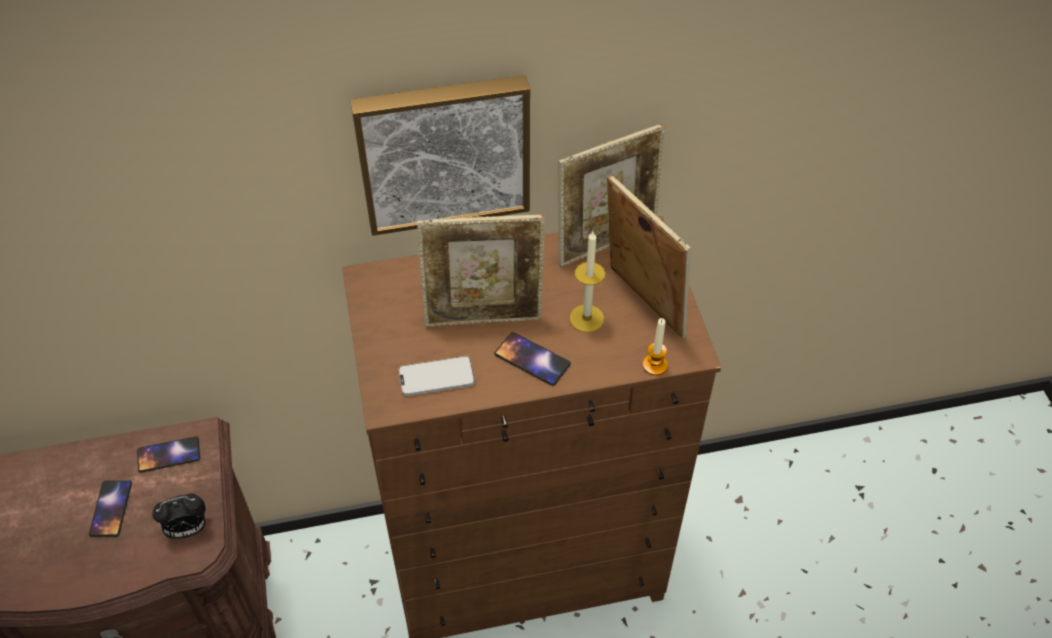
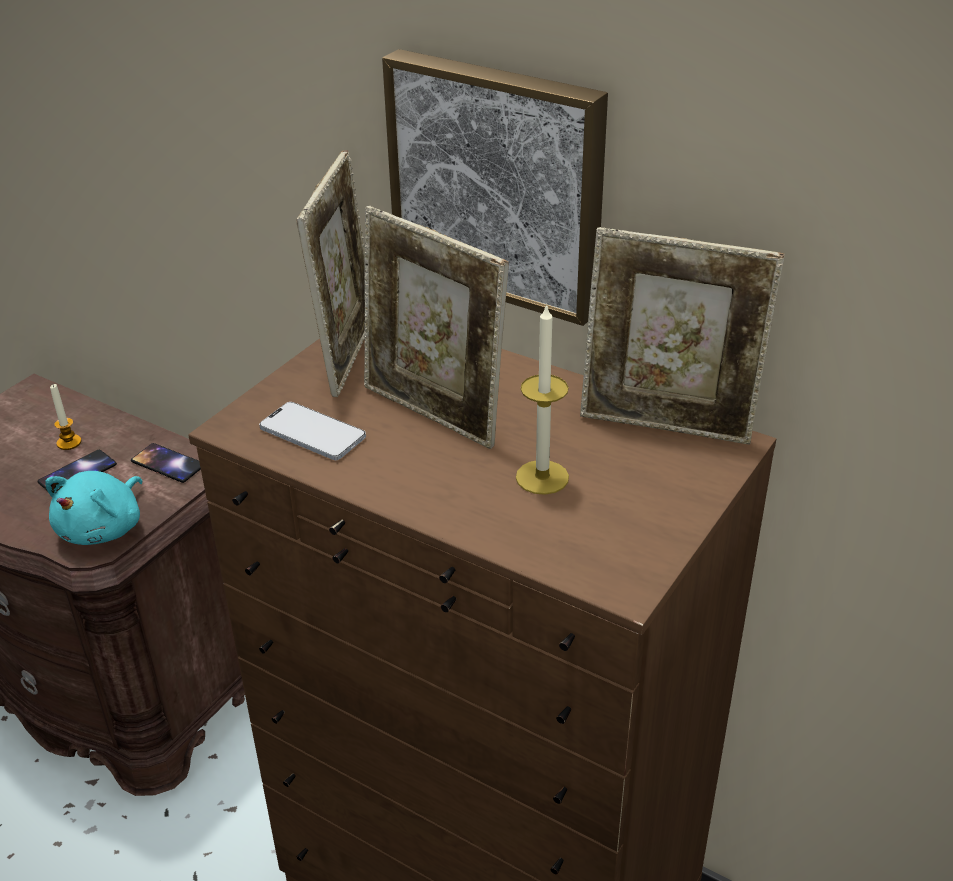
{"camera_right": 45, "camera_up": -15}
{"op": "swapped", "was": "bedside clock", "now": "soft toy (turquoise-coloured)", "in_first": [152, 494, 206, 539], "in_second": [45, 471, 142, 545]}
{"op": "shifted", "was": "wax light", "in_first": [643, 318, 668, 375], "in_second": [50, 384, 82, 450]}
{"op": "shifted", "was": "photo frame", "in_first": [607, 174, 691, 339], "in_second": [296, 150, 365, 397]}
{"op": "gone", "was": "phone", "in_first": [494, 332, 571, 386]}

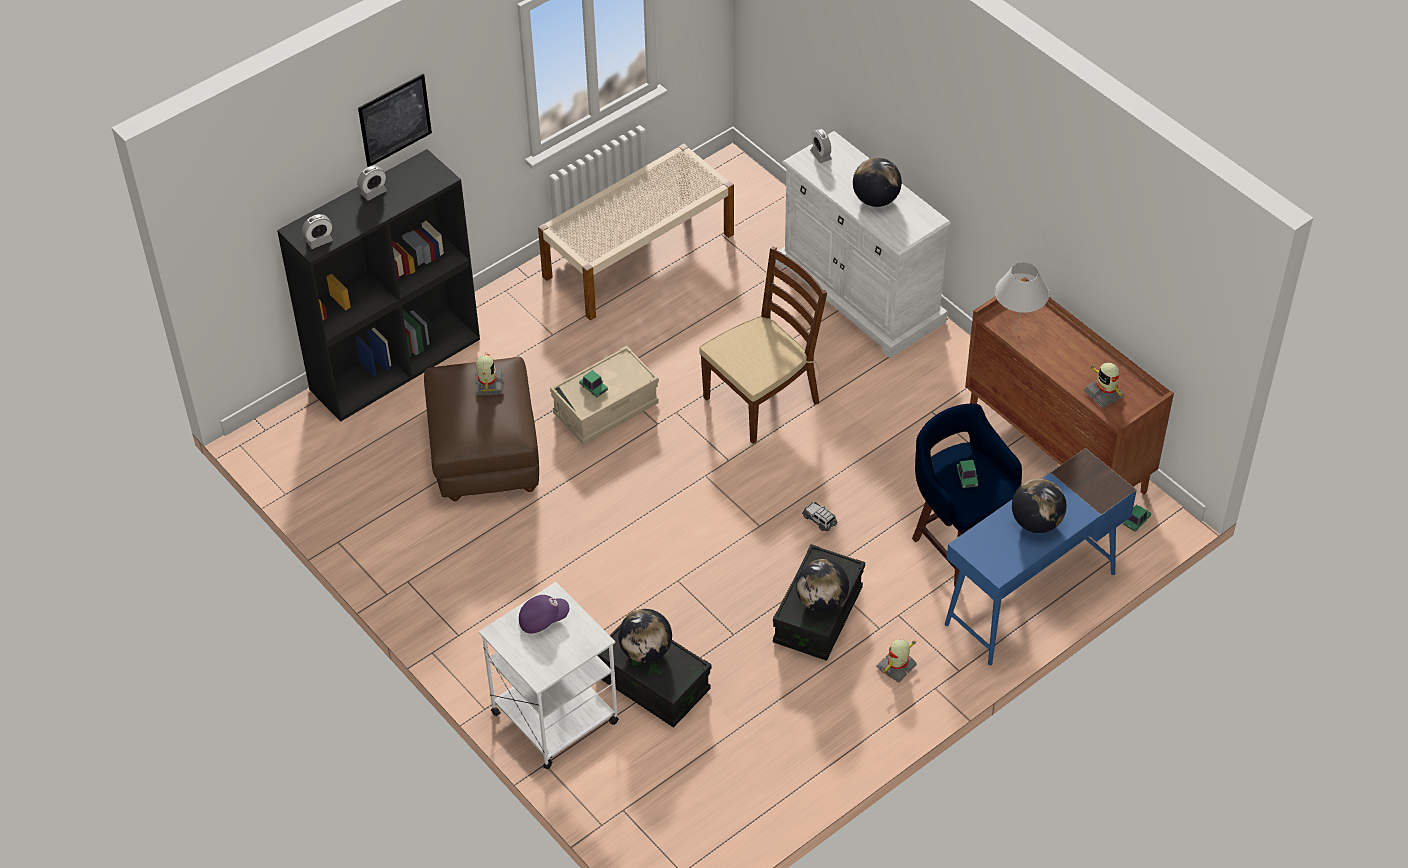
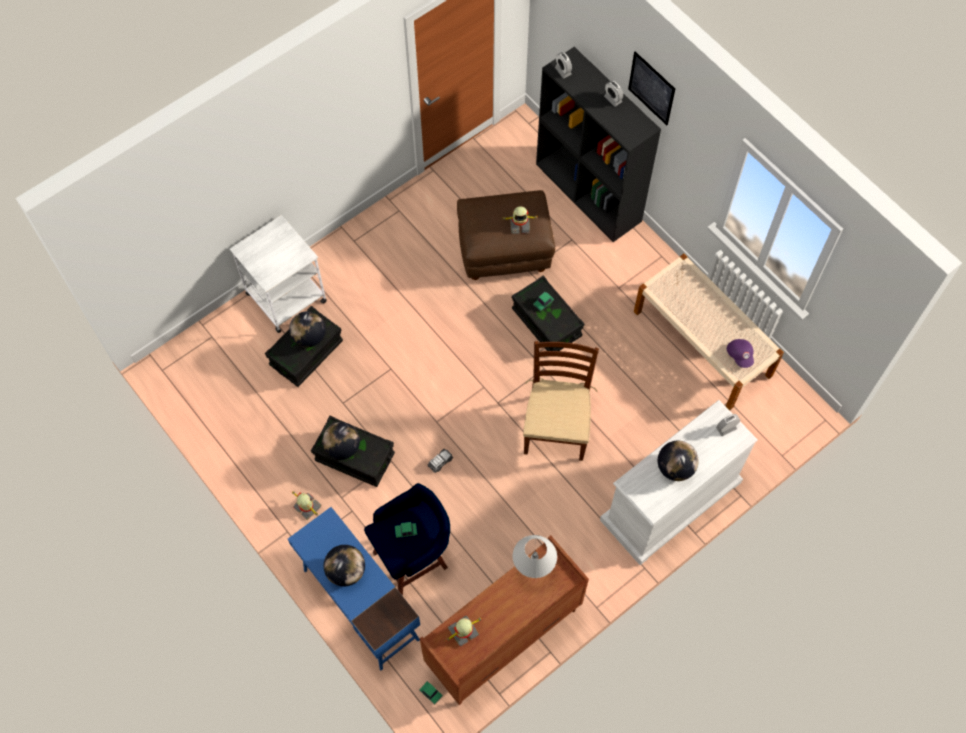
{"camera_right": 90, "camera_up": 15}
{"op": "repainted", "was": "storage container (beige)", "now": "storage container (black)", "in_first": [550, 346, 659, 445], "in_second": [512, 276, 584, 351]}
{"op": "rotated", "was": "plain chair (brown)", "in_first": [699, 246, 827, 444], "in_second": [523, 341, 599, 461], "clockwise": -135}
{"op": "shifted", "was": "cap (purplish)", "in_first": [519, 595, 569, 633], "in_second": [727, 339, 754, 368]}

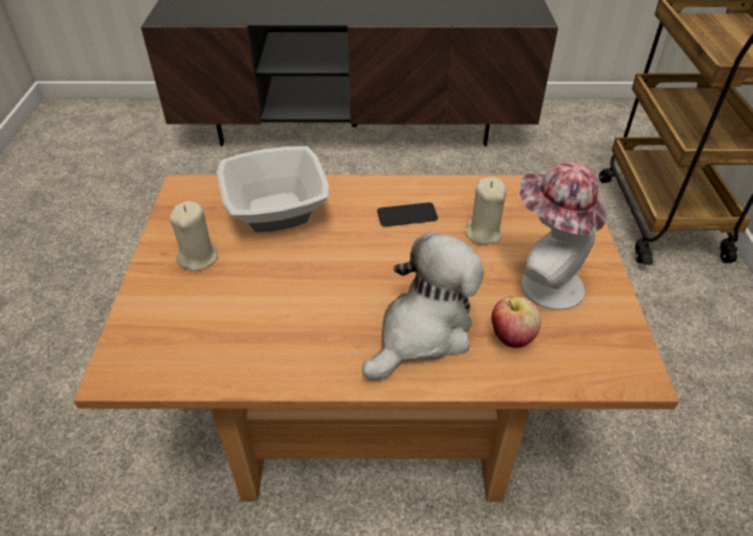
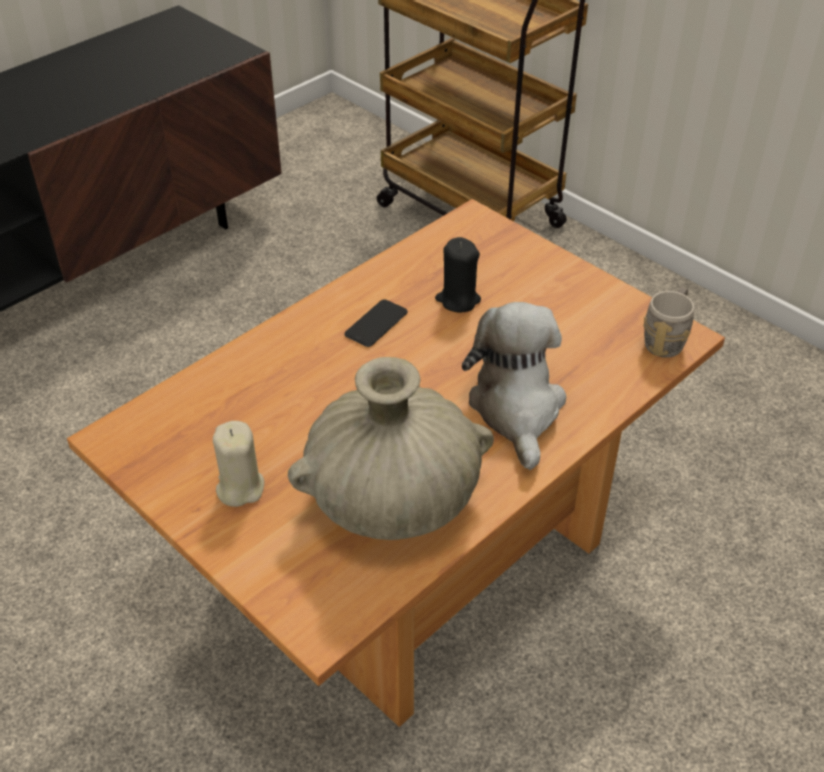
{"camera_right": -45, "camera_up": 0}
{"op": "new", "now": "flower vase (beige)", "in_second": [288, 357, 494, 540]}
{"op": "repainted", "was": "wax light (beige)", "now": "wax light (black)", "in_first": [466, 177, 506, 245], "in_second": [435, 237, 481, 313]}
{"op": "new", "now": "tea mug (greyish)", "in_second": [643, 287, 694, 358]}
{"op": "gone", "was": "serving bowl", "in_first": [217, 146, 329, 232]}
{"op": "gone", "was": "apple", "in_first": [491, 296, 541, 348]}
{"op": "gone", "was": "wearable hat", "in_first": [520, 161, 607, 310]}

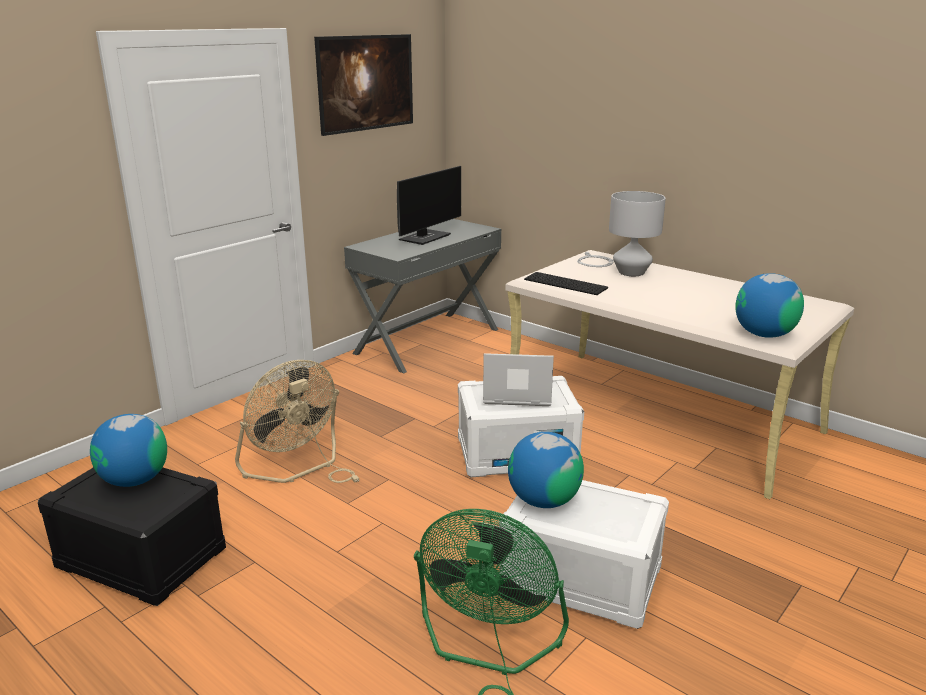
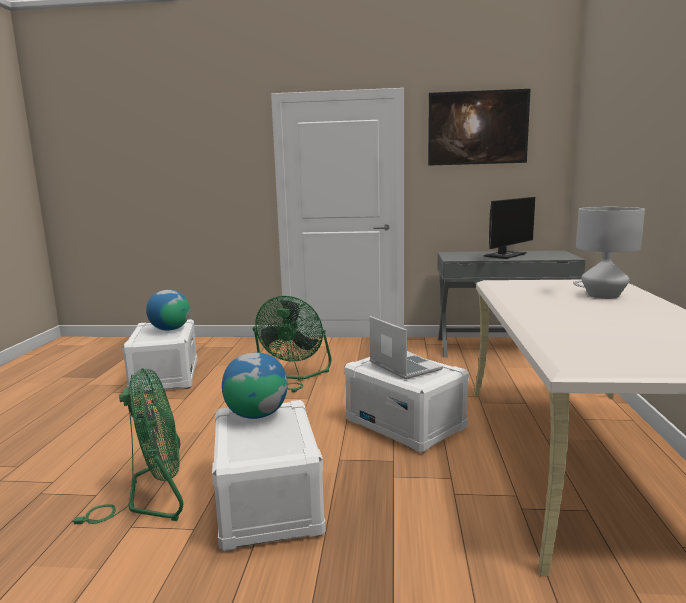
{"camera_right": 55, "camera_up": -10}
{"op": "repainted", "was": "storage container (black)", "now": "storage container (white)", "in_first": [38, 467, 226, 606], "in_second": [122, 319, 197, 394]}
{"op": "repainted", "was": "fan (beige)", "now": "fan (greenish)", "in_first": [235, 360, 359, 483], "in_second": [252, 296, 331, 393]}
{"op": "rotated", "was": "computer display", "in_first": [397, 166, 461, 245], "in_second": [483, 197, 535, 259], "clockwise": -45}
{"op": "gone", "was": "keyboard", "in_first": [524, 272, 608, 295]}
{"op": "gone", "was": "globe", "in_first": [735, 273, 804, 338]}

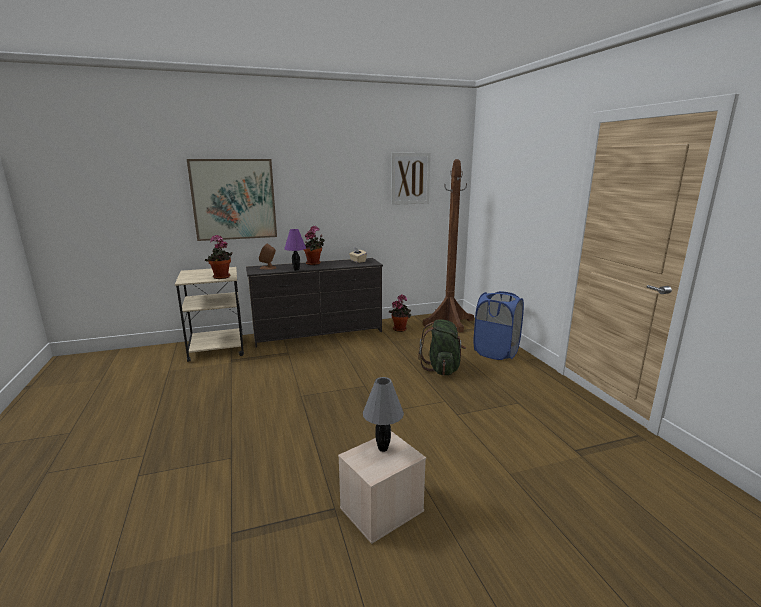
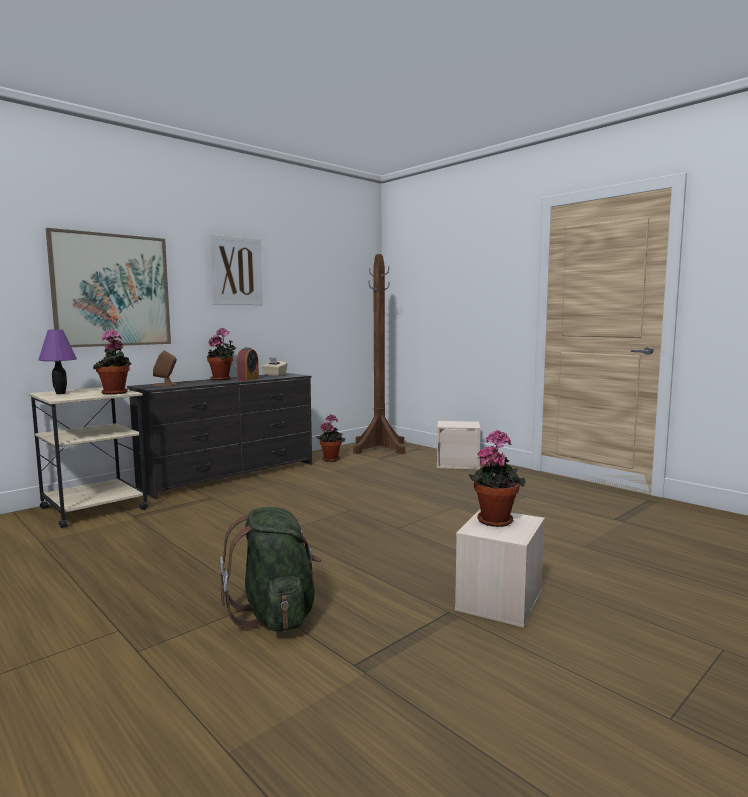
{"camera_right": -25, "camera_up": -10}
{"op": "shifted", "was": "tabletop lamp (purplish)", "in_first": [284, 229, 306, 271], "in_second": [38, 330, 77, 394]}
{"op": "shifted", "was": "wall picture", "in_first": [391, 153, 431, 205], "in_second": [209, 234, 263, 305]}
{"op": "shifted", "was": "rucksack (greenish)", "in_first": [418, 319, 466, 375], "in_second": [220, 507, 321, 632]}
{"op": "new", "now": "bedside clock", "in_second": [237, 347, 259, 381]}
{"op": "swapped", "was": "washing basket (bluish)", "now": "storage container (beige)", "in_first": [474, 291, 524, 360], "in_second": [437, 421, 481, 469]}
{"op": "swapped", "was": "tabletop lamp (greyish)", "now": "plant in a pot", "in_first": [363, 377, 404, 452], "in_second": [469, 430, 526, 527]}

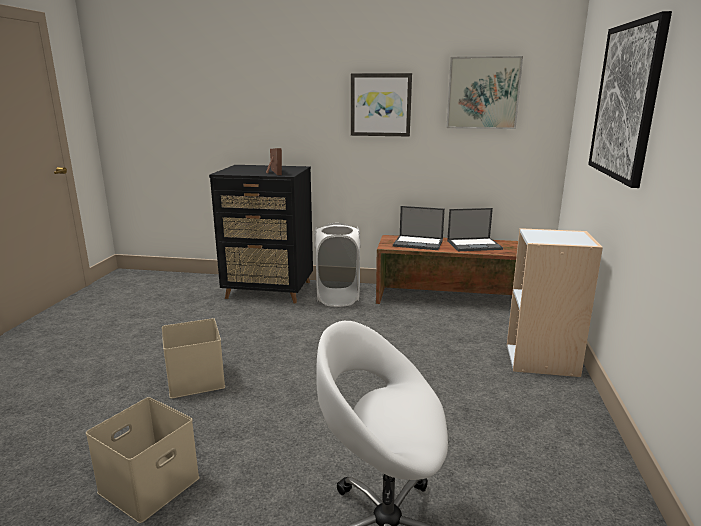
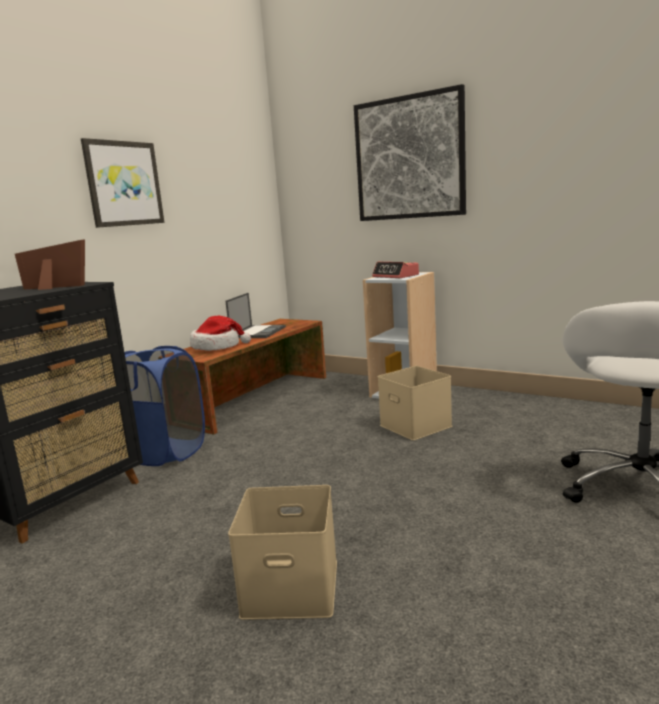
{"camera_right": -65, "camera_up": -5}
{"op": "repainted", "was": "washing basket (white)", "now": "washing basket (bluish)", "in_first": [314, 223, 361, 307], "in_second": [124, 346, 205, 466]}
{"op": "swapped", "was": "portable computer", "now": "wearable hat", "in_first": [393, 206, 445, 250], "in_second": [190, 316, 251, 351]}
{"op": "new", "now": "bedside clock", "in_second": [372, 262, 419, 278]}
{"op": "shifted", "was": "storage container (beige)", "in_first": [86, 397, 200, 523], "in_second": [378, 366, 452, 440]}
{"op": "gone", "was": "wall picture", "in_first": [446, 56, 523, 129]}

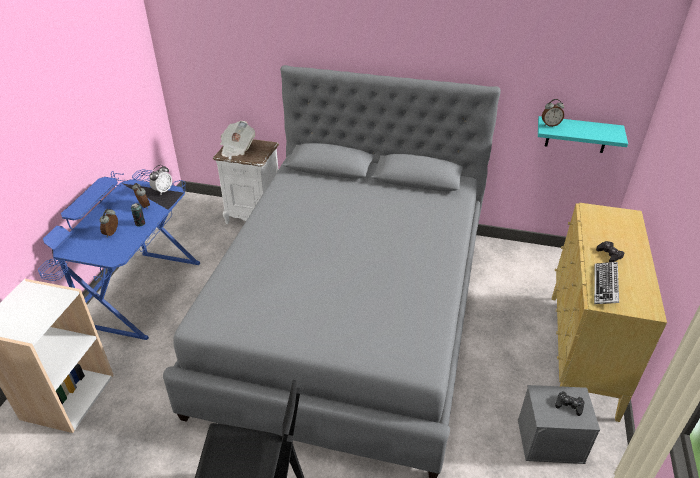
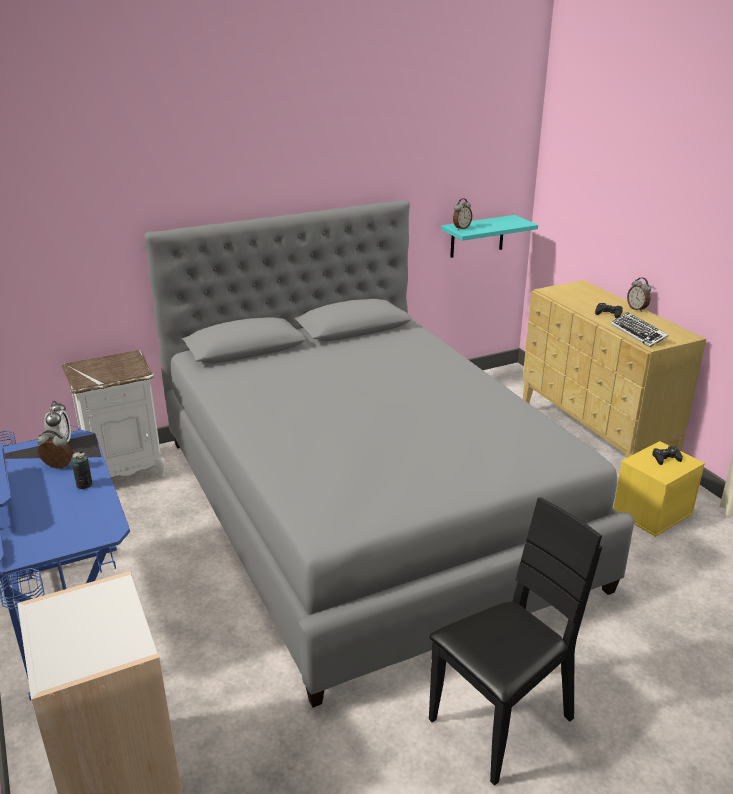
{"camera_right": -40, "camera_up": -10}
{"op": "repainted", "was": "storage container (greyish)", "now": "storage container (yellowish)", "in_first": [518, 385, 600, 464], "in_second": [613, 441, 705, 537]}
{"op": "shifted", "was": "bedside clock", "in_first": [100, 209, 118, 238], "in_second": [627, 278, 651, 312]}
{"op": "gone", "was": "daily paper", "in_first": [220, 121, 255, 157]}

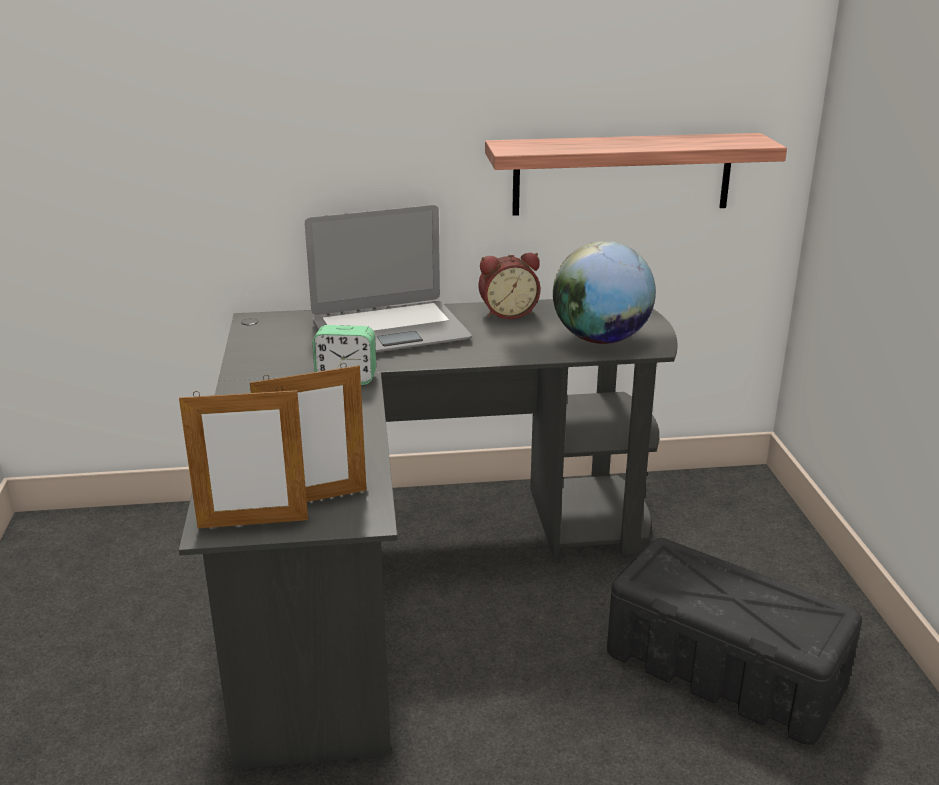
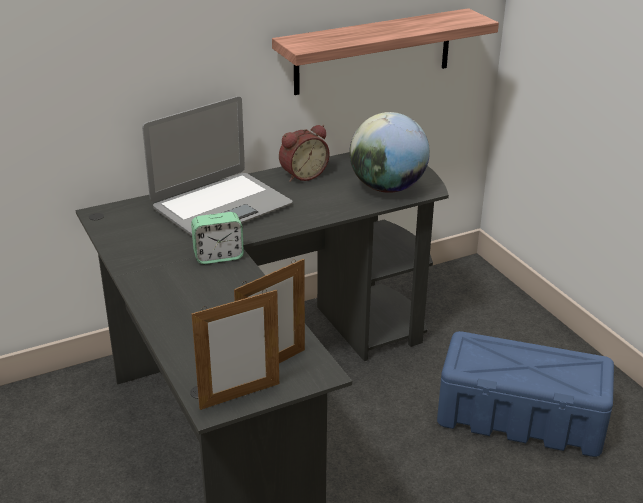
{"camera_right": -20, "camera_up": 5}
{"op": "repainted", "was": "storage container (black)", "now": "storage container (bluish)", "in_first": [607, 538, 862, 745], "in_second": [437, 331, 614, 457]}

